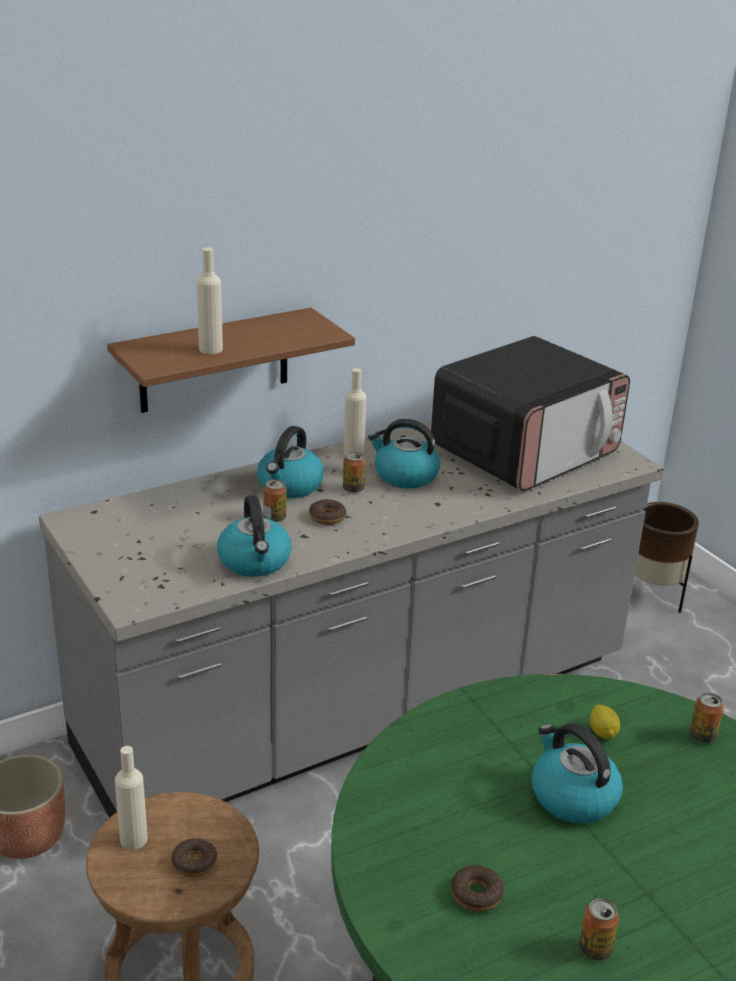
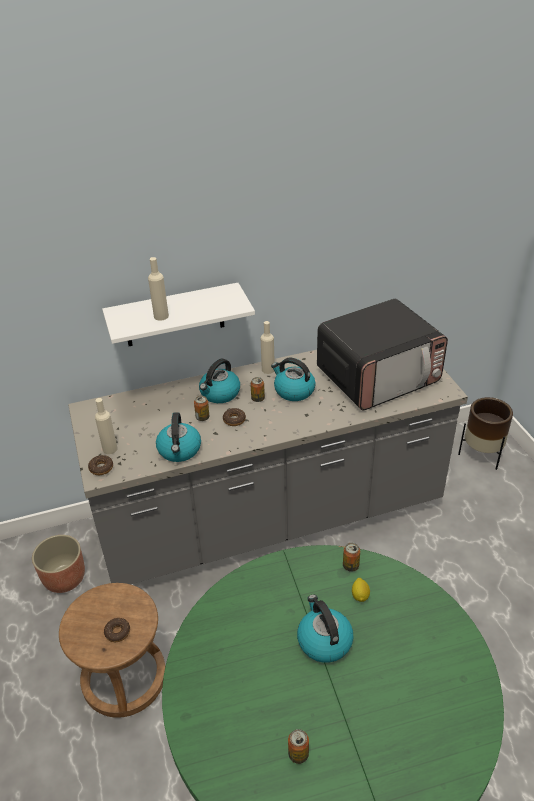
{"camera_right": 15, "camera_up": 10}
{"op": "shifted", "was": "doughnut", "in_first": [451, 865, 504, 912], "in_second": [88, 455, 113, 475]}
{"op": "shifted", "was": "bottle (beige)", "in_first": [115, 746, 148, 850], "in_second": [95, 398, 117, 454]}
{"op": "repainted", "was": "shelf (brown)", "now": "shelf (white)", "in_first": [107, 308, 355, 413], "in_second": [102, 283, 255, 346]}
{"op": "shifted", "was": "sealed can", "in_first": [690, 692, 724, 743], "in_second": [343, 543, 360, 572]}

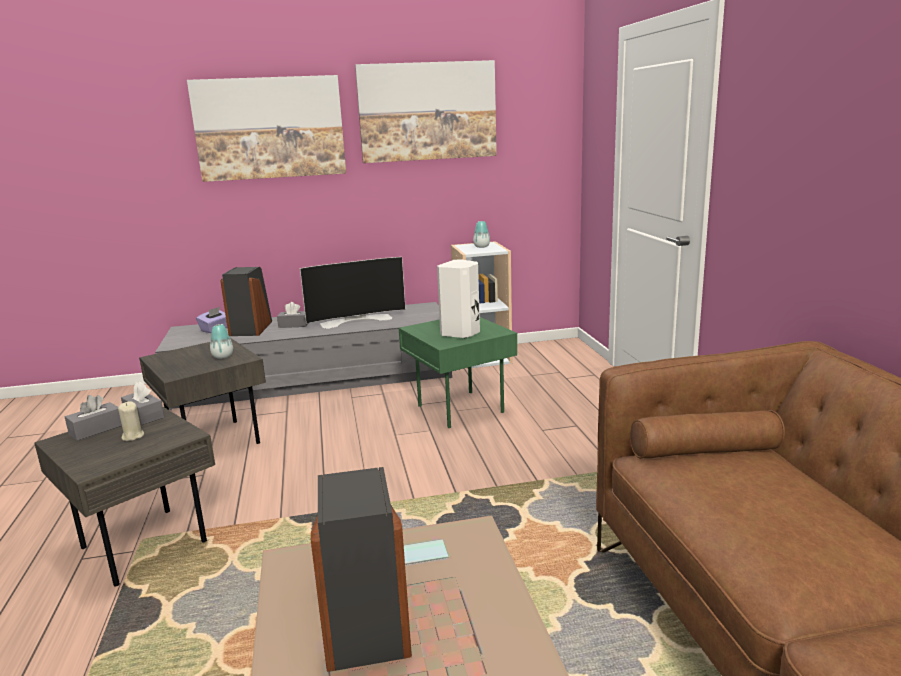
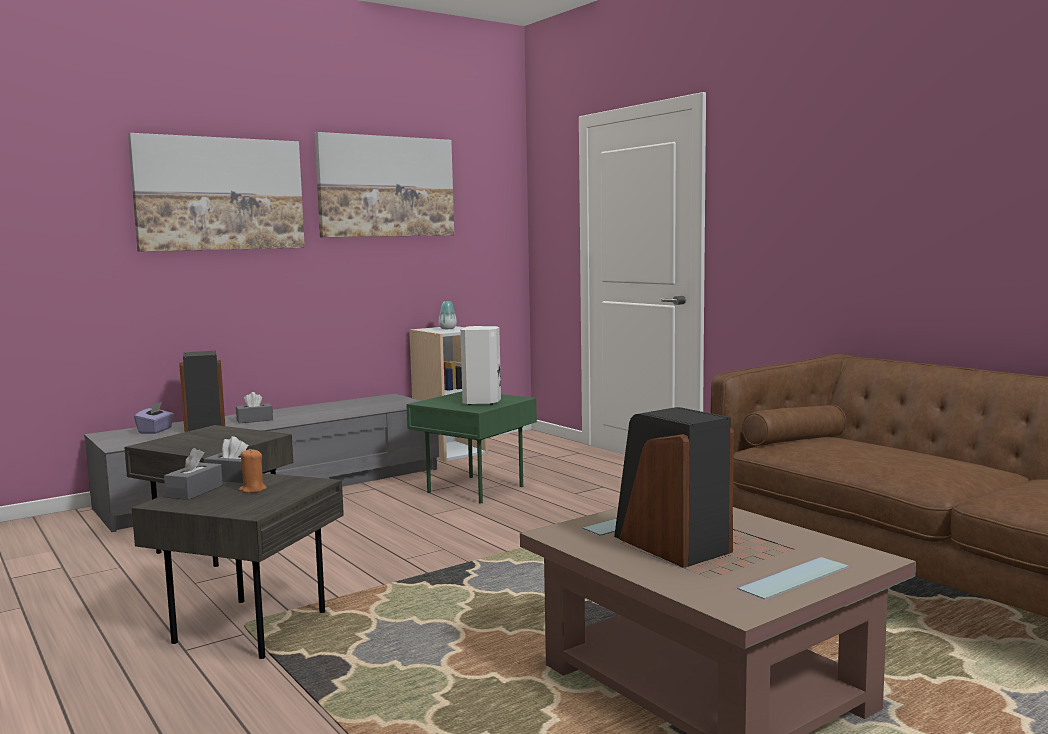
{"camera_right": -25, "camera_up": -10}
{"op": "repainted", "was": "wax light (beige)", "now": "wax light (orange-coloured)", "in_first": [118, 401, 144, 441], "in_second": [239, 449, 267, 493]}
{"op": "gone", "was": "flower vase", "in_first": [210, 324, 233, 359]}
{"op": "gone", "was": "television", "in_first": [300, 257, 406, 329]}

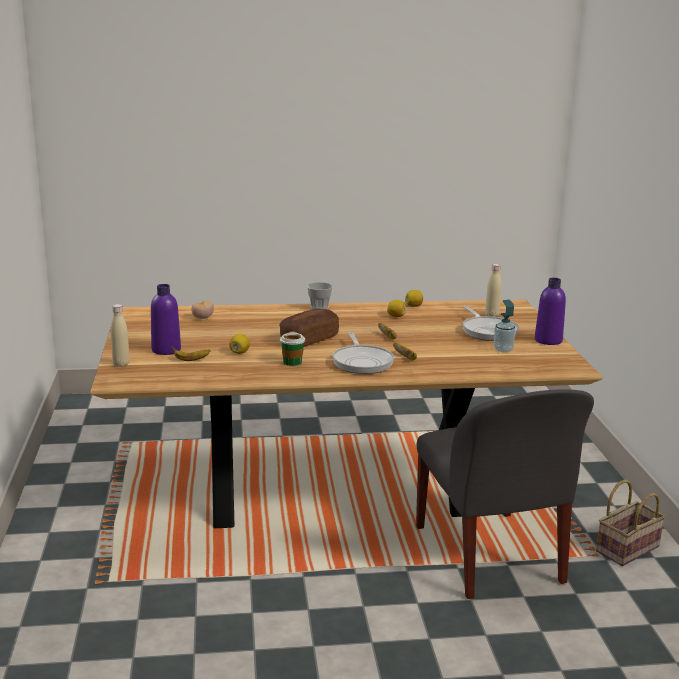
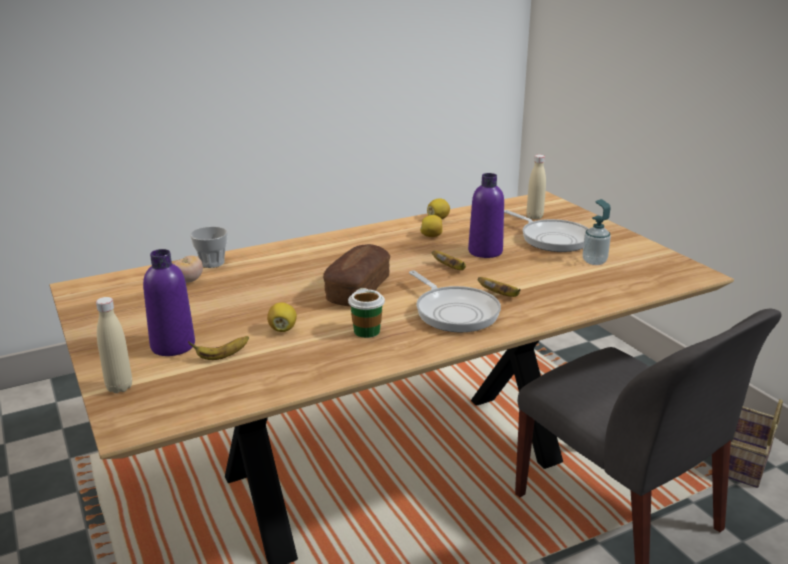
{"camera_right": -20, "camera_up": 5}
{"op": "shifted", "was": "drinking cup", "in_first": [307, 282, 333, 310], "in_second": [190, 226, 228, 268]}
{"op": "shifted", "was": "bottle (purplish)", "in_first": [535, 278, 566, 345], "in_second": [468, 173, 504, 258]}

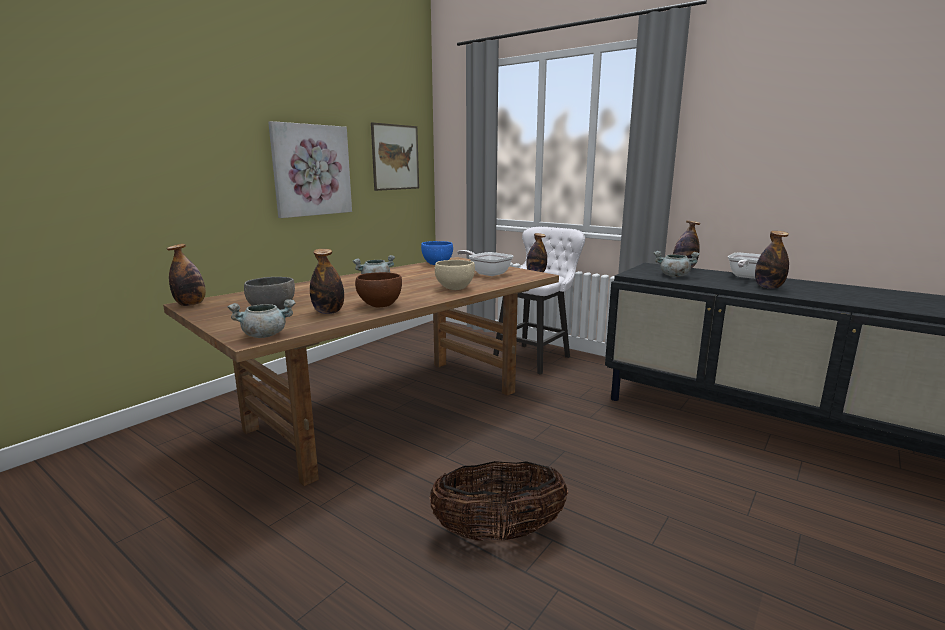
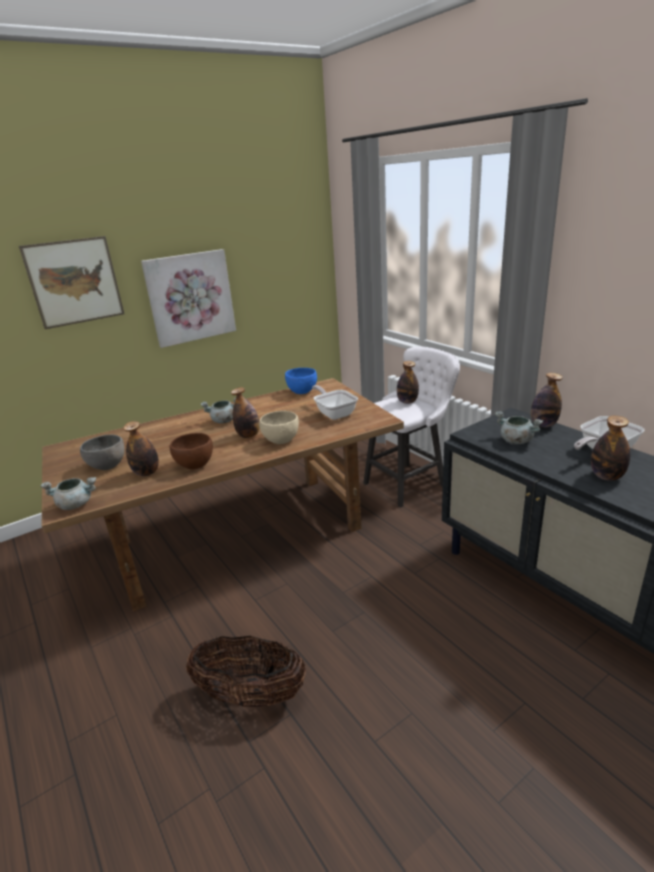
{"camera_right": 20, "camera_up": 10}
{"op": "shifted", "was": "wall picture", "in_first": [371, 122, 419, 191], "in_second": [19, 236, 124, 329]}
{"op": "shifted", "was": "bottle", "in_first": [167, 244, 206, 306], "in_second": [231, 387, 260, 438]}

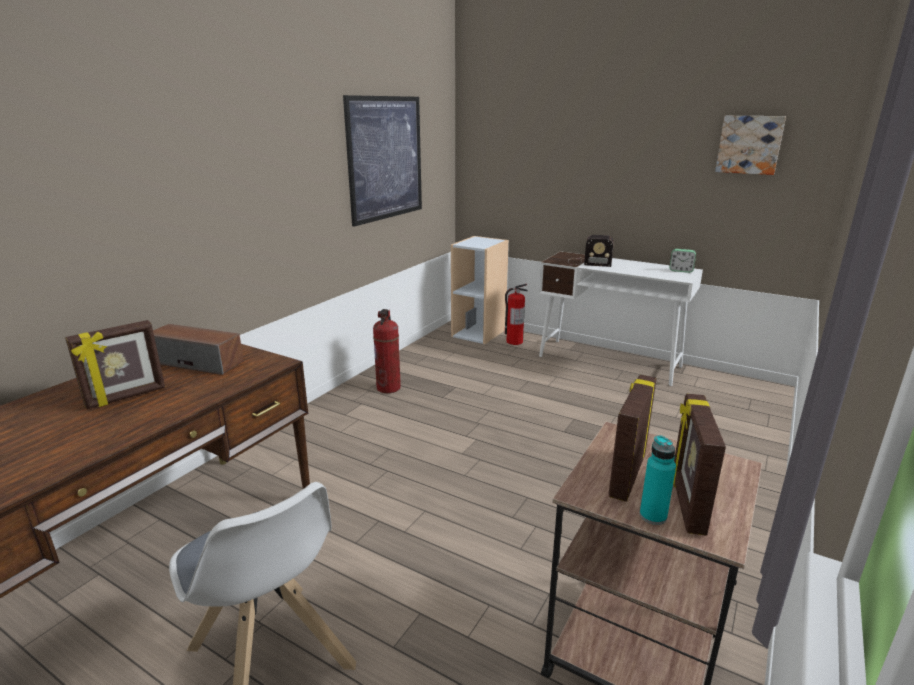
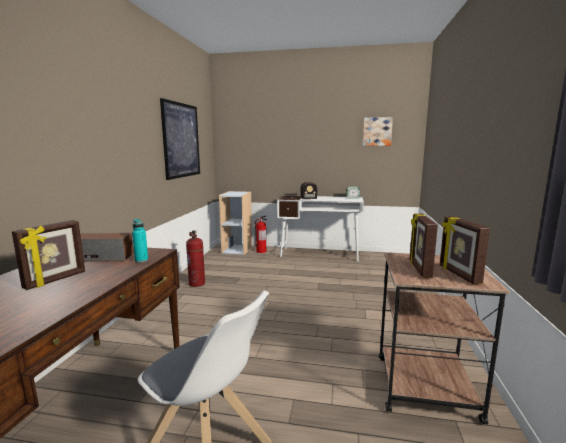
{"camera_right": -20, "camera_up": -10}
{"op": "shifted", "was": "bottle (turquoise-coloured)", "in_first": [640, 435, 676, 525], "in_second": [132, 219, 148, 263]}

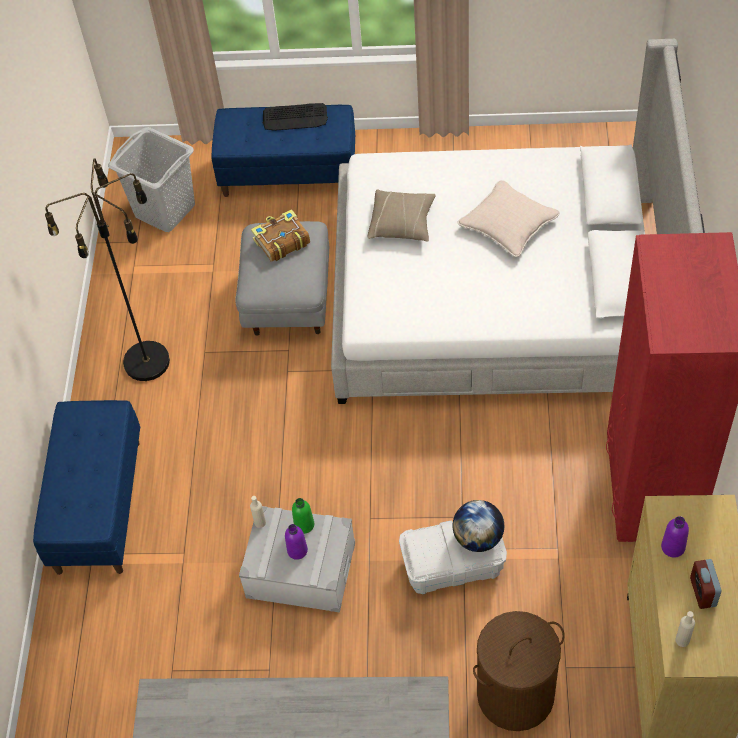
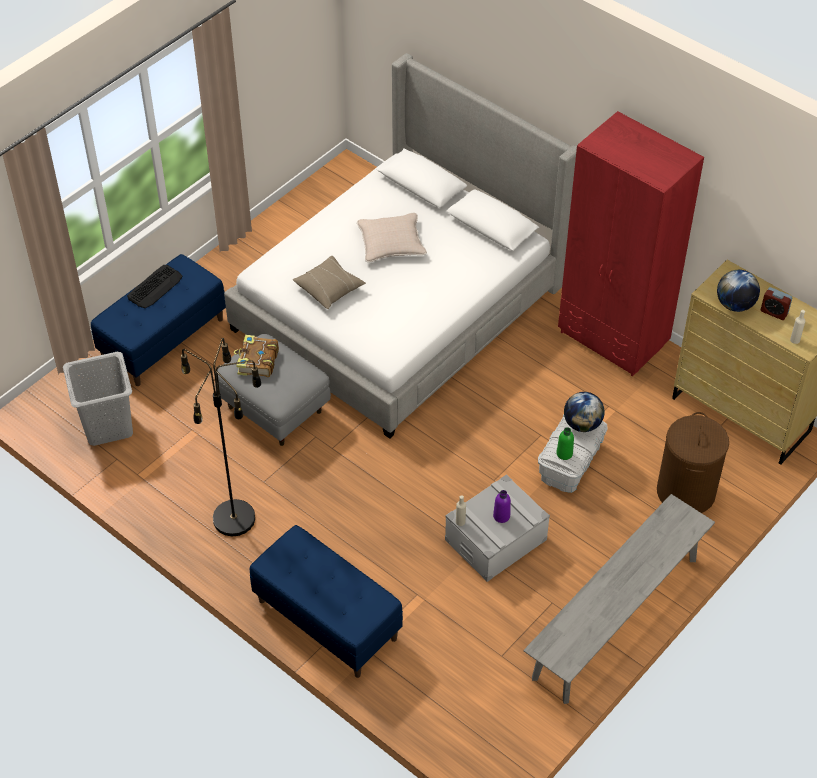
{"camera_right": -55, "camera_up": -5}
{"op": "shifted", "was": "bottle (greenish)", "in_first": [292, 498, 314, 534], "in_second": [556, 427, 574, 460]}
{"op": "swapped", "was": "bottle (purplish)", "now": "globe", "in_first": [661, 516, 689, 558], "in_second": [717, 270, 760, 312]}

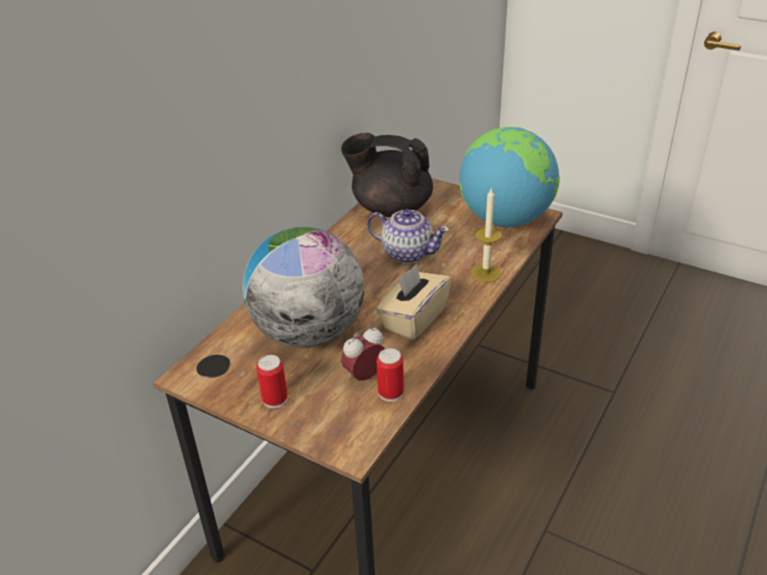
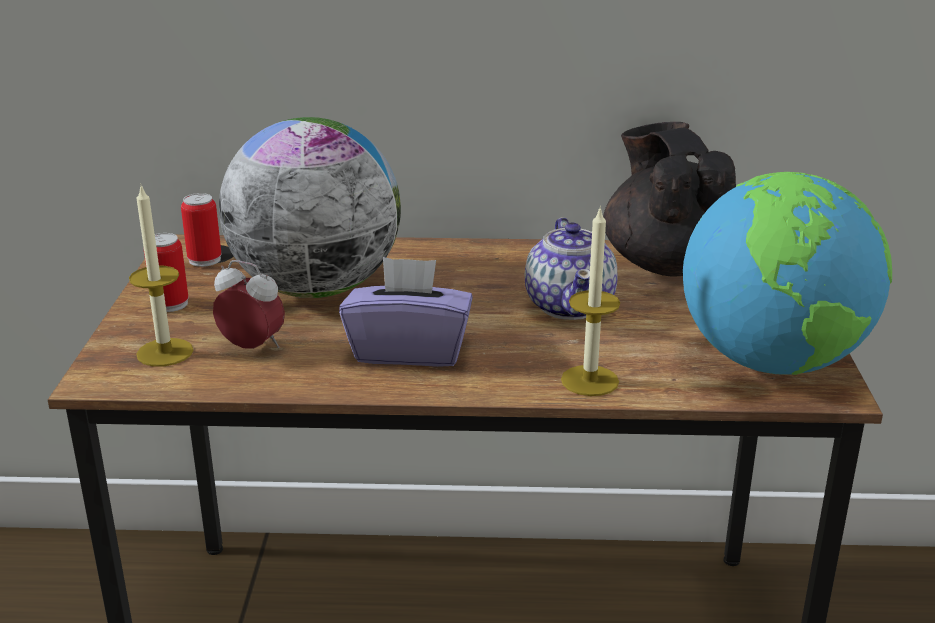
{"camera_right": 60, "camera_up": -10}
{"op": "new", "now": "wax light", "in_second": [129, 183, 193, 366]}
{"op": "shifted", "was": "sealed can", "in_first": [377, 348, 404, 402], "in_second": [181, 193, 221, 267]}
{"op": "repainted", "was": "tissue box (beige)", "now": "tissue box (purplish)", "in_first": [376, 264, 452, 340], "in_second": [339, 257, 473, 367]}

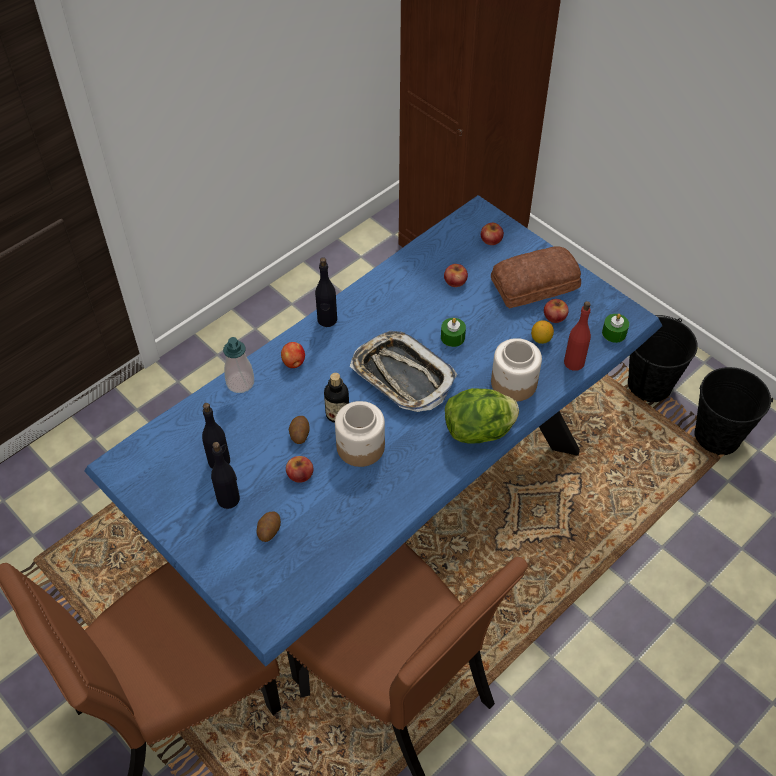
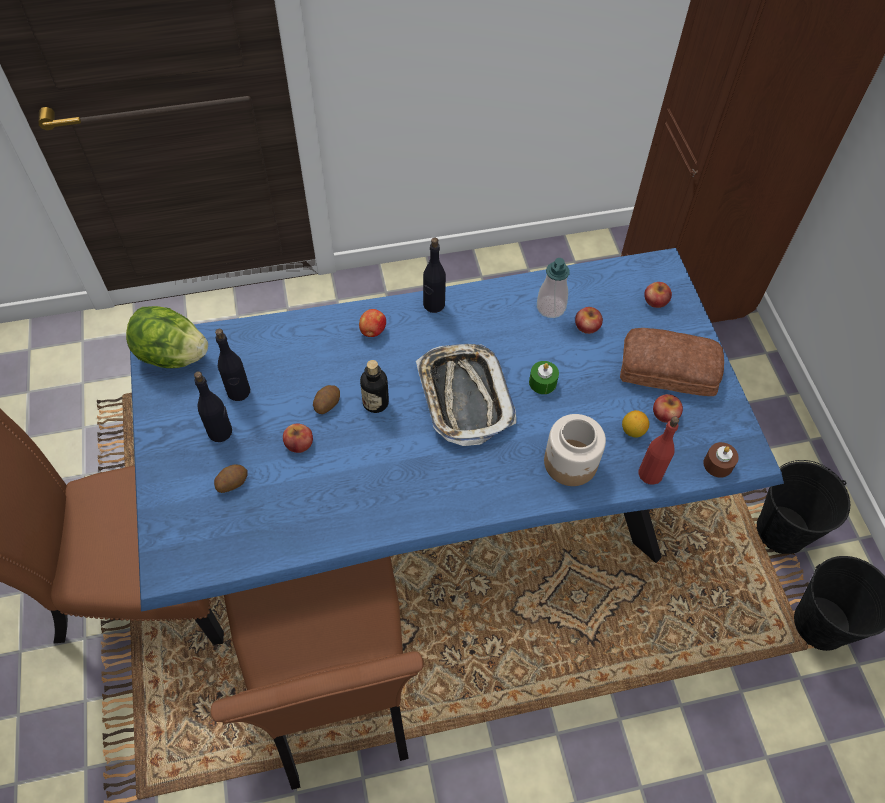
{"camera_right": 30, "camera_up": 5}
{"op": "shifted", "was": "lettuce head", "in_first": [445, 388, 519, 444], "in_second": [126, 306, 208, 368]}
{"op": "shifted", "was": "soap bottle", "in_first": [223, 337, 254, 393], "in_second": [537, 258, 570, 318]}
{"op": "repainted", "was": "wax light (greenish)", "now": "wax light (brown)", "in_first": [602, 314, 629, 343], "in_second": [703, 442, 739, 478]}
{"op": "gone", "was": "jar", "in_first": [335, 401, 385, 467]}

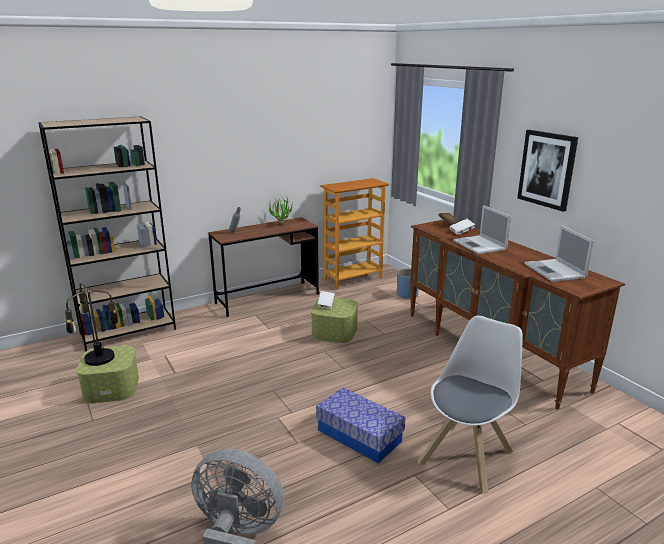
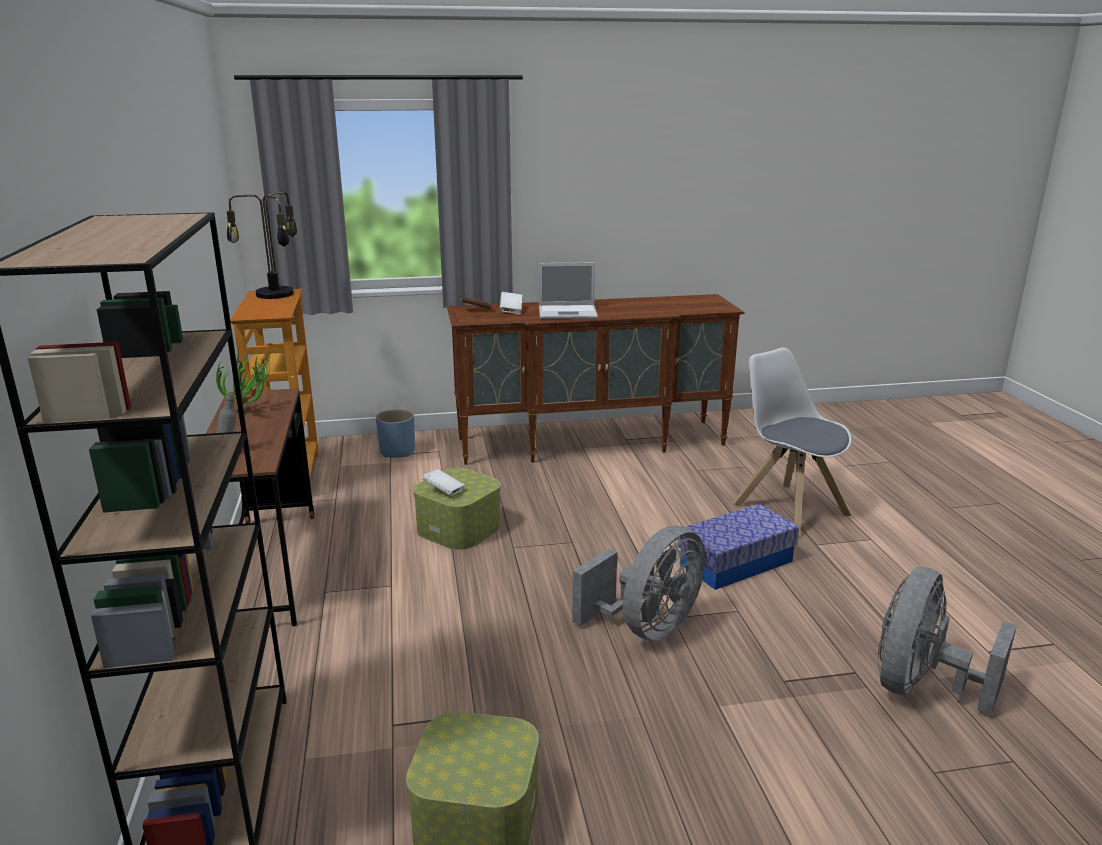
{"camera_right": -70, "camera_up": 0}
{"op": "shifted", "was": "tabletop lamp", "in_first": [65, 283, 118, 366], "in_second": [227, 192, 297, 299]}
{"op": "new", "now": "fan (greyish)", "in_second": [572, 526, 705, 641]}
{"op": "gone", "was": "wall picture", "in_first": [517, 130, 578, 212]}
{"op": "gone", "was": "portable computer", "in_first": [524, 226, 594, 282]}

